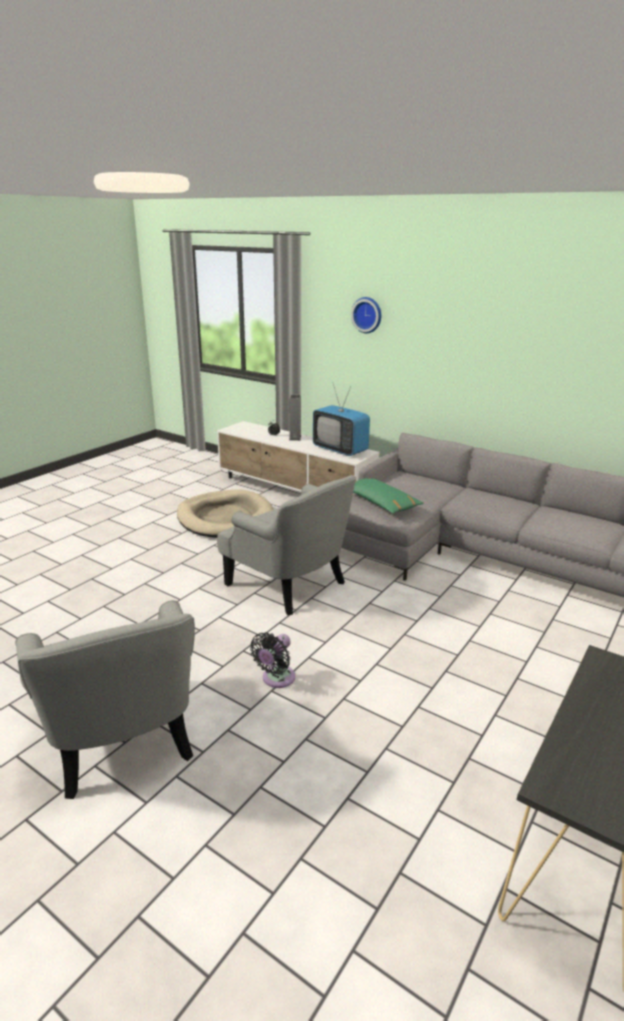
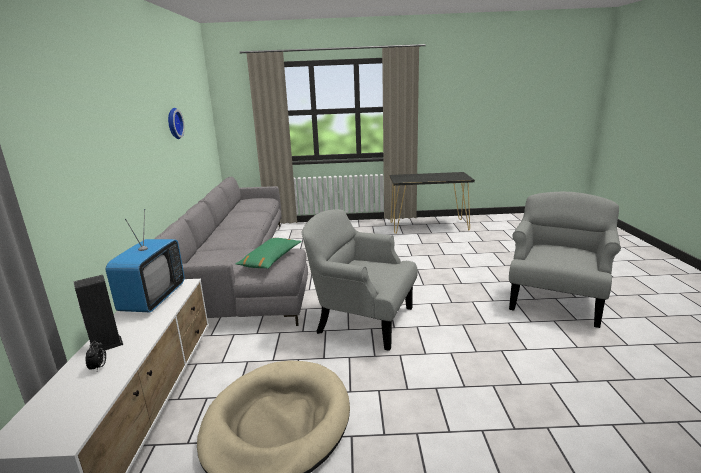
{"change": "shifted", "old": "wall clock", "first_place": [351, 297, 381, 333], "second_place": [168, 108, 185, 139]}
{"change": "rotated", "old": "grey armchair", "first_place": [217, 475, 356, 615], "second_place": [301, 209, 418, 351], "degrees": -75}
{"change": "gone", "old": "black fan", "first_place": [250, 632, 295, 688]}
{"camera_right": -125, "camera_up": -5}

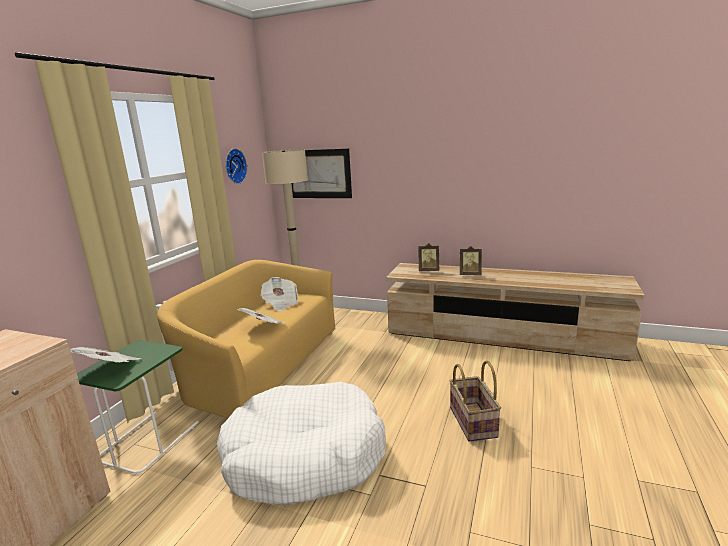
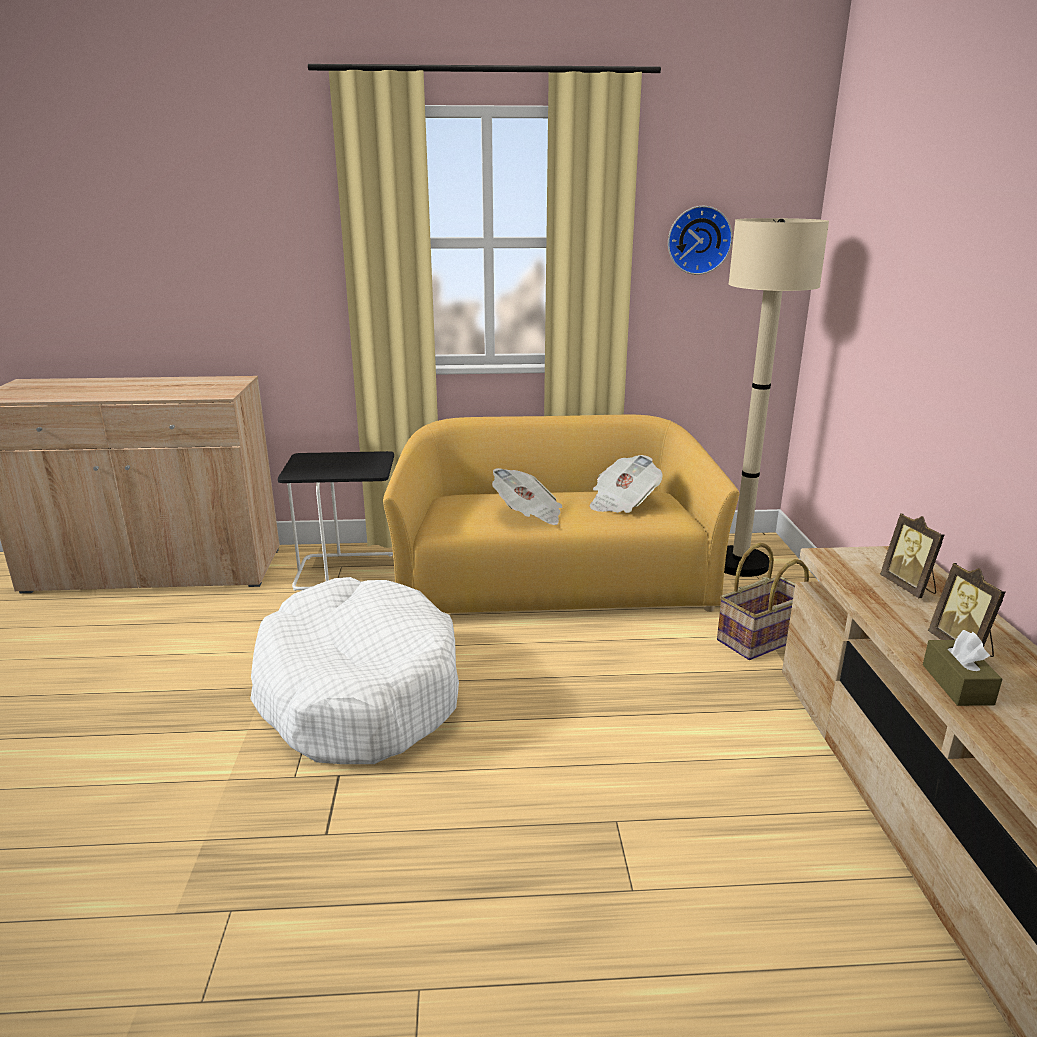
{"change": "gone", "old": "picture", "first_place": [292, 149, 352, 198]}
{"change": "repainted", "old": "green side table", "new": "black side table", "first_place": [77, 340, 199, 475], "second_place": [278, 451, 394, 591]}
{"change": "gone", "old": "newspaper", "first_place": [70, 347, 141, 363]}
{"change": "shifted", "old": "basket", "first_place": [449, 360, 501, 442], "second_place": [717, 543, 809, 660]}
{"change": "new", "new": "brown tissue box", "second_place": [923, 630, 1002, 706]}
{"camera_right": 65, "camera_up": 5}

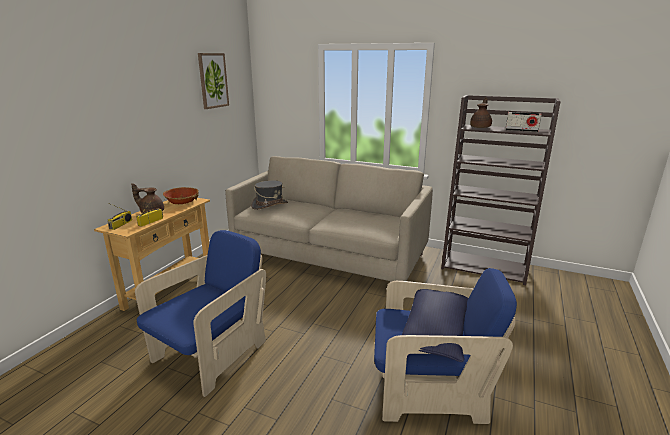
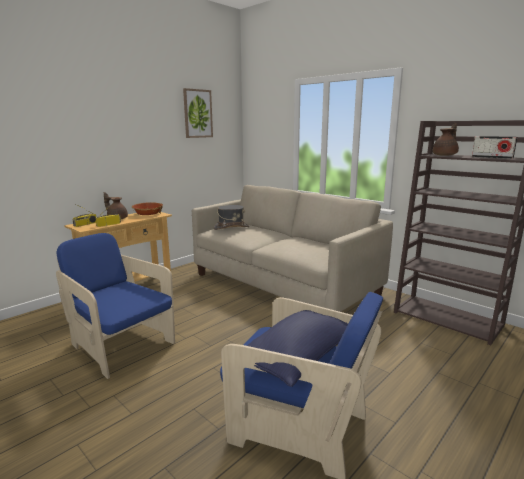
{"change": "rotated", "old": "blue armchair", "first_place": [135, 230, 266, 397], "second_place": [56, 233, 175, 379], "degrees": -105}
{"camera_right": 20, "camera_up": -5}

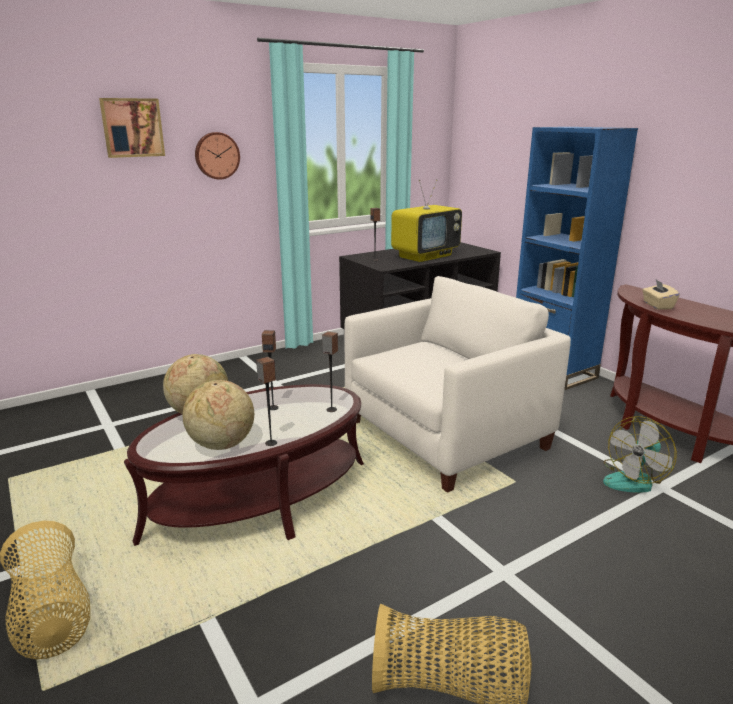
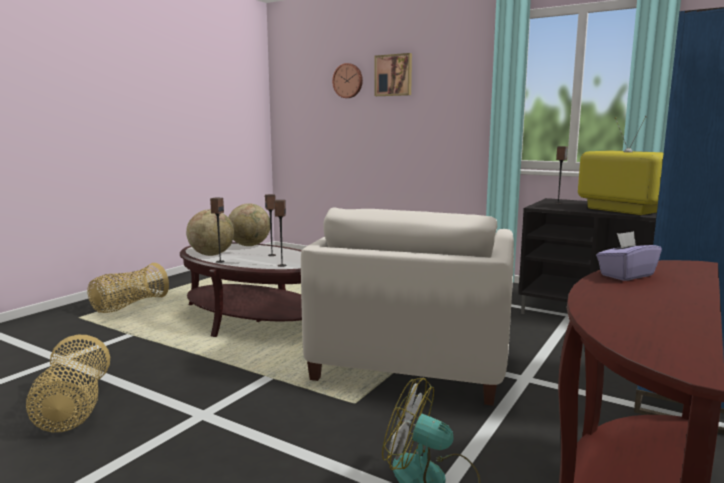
{"change": "shifted", "old": "wall clock", "first_place": [195, 132, 240, 180], "second_place": [332, 63, 363, 98]}
{"change": "rotated", "old": "television", "first_place": [391, 179, 462, 262], "second_place": [578, 116, 664, 215], "degrees": -150}
{"change": "rotated", "old": "white armchair", "first_place": [344, 276, 571, 493], "second_place": [301, 208, 514, 406], "degrees": 75}
{"change": "repainted", "old": "beige tissue box", "new": "purple tissue box", "first_place": [642, 280, 679, 310], "second_place": [596, 231, 662, 281]}
{"camera_right": 65, "camera_up": -10}

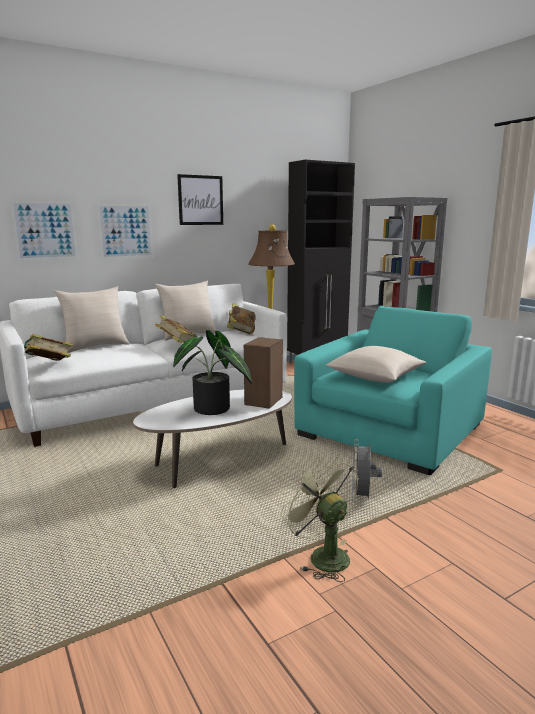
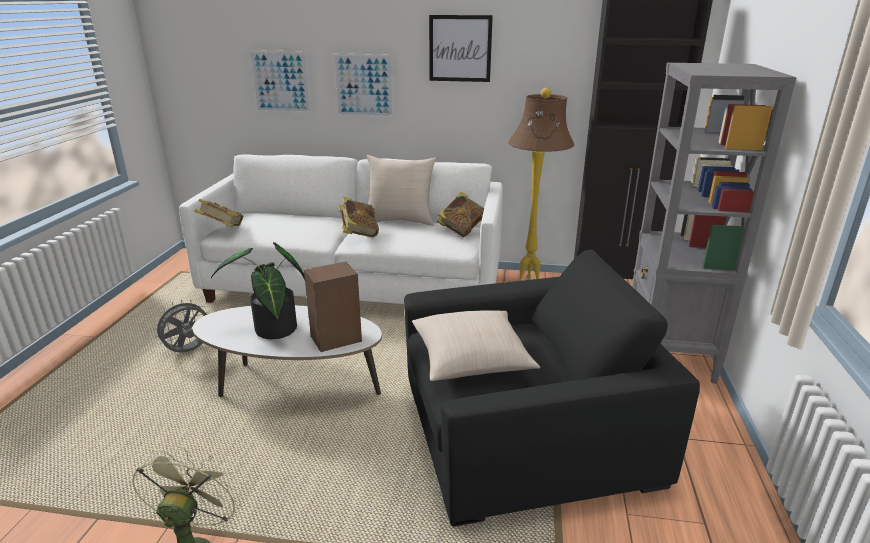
{"change": "gone", "old": "beige pillow", "first_place": [54, 286, 130, 353]}
{"change": "repainted", "old": "turquoise armchair", "new": "black armchair", "first_place": [294, 306, 492, 475], "second_place": [404, 250, 700, 527]}
{"change": "shifted", "old": "grey fan", "first_place": [352, 439, 382, 502], "second_place": [153, 299, 210, 353]}
{"camera_right": 40, "camera_up": 10}

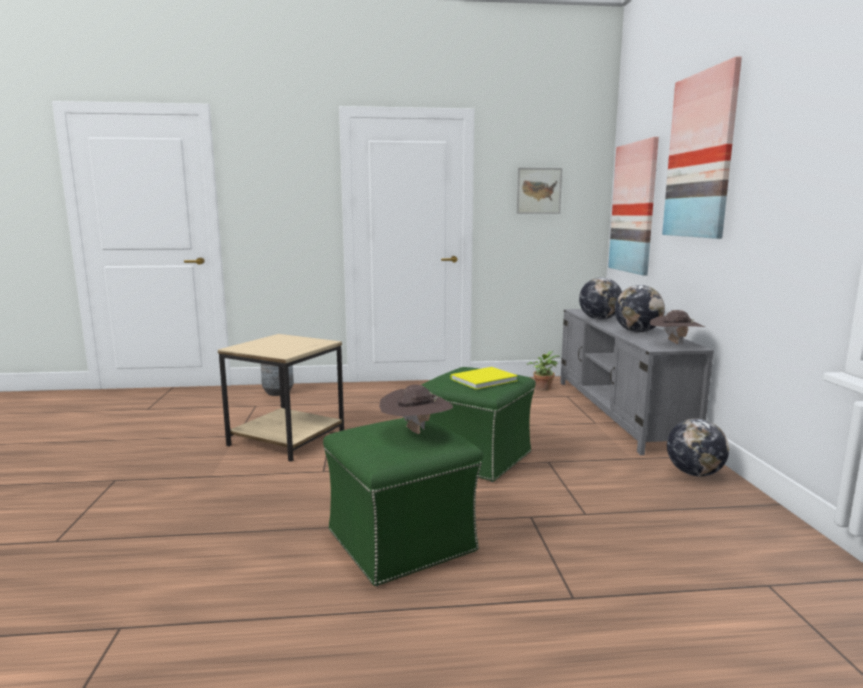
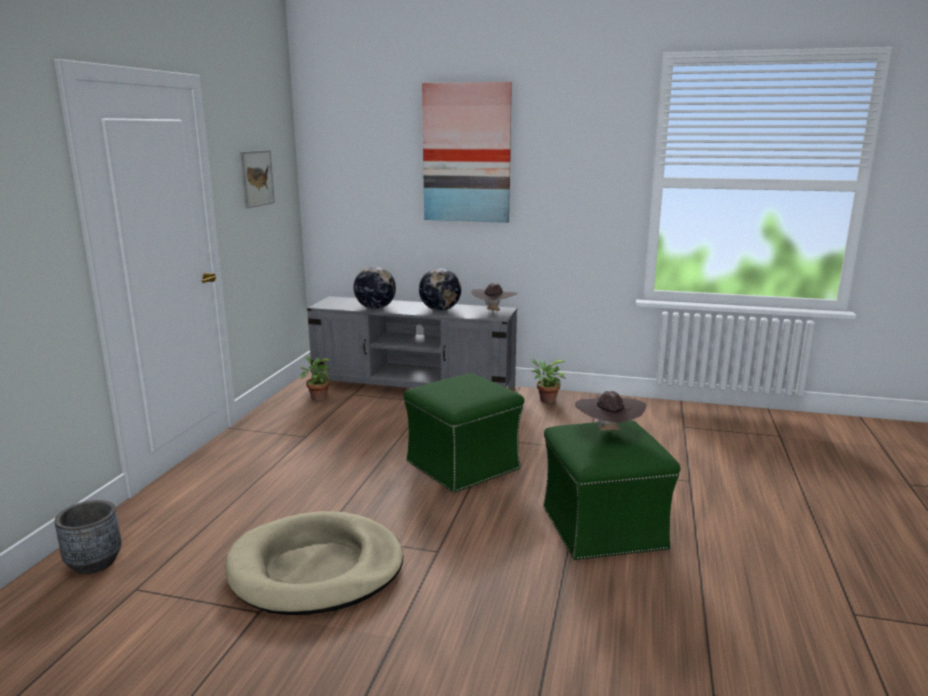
{"change": "gone", "old": "picture", "first_place": [608, 137, 659, 275]}
{"change": "swapped", "old": "beige side table", "new": "beige dog bed", "first_place": [218, 334, 344, 462], "second_place": [225, 511, 403, 615]}
{"change": "gone", "old": "yellow book", "first_place": [450, 367, 518, 389]}
{"change": "swapped", "old": "globe", "new": "potted plant", "first_place": [667, 419, 729, 476], "second_place": [531, 359, 565, 403]}
{"camera_right": -70, "camera_up": 5}

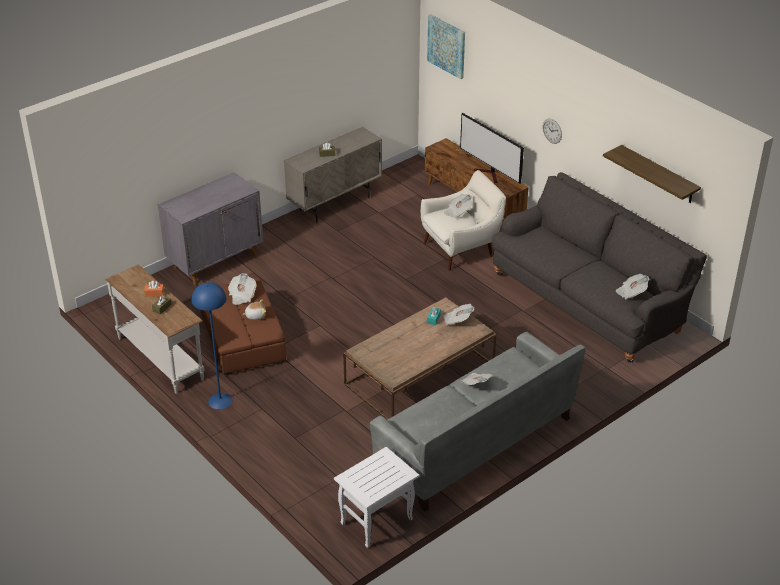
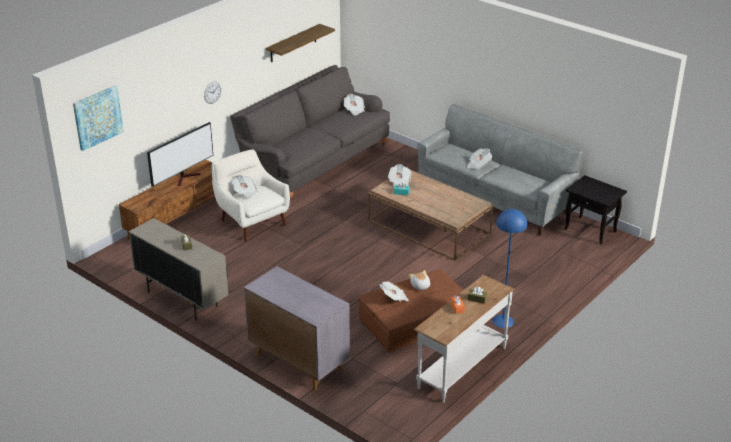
{"change": "repainted", "old": "white side table", "new": "black side table", "first_place": [334, 447, 419, 548], "second_place": [565, 175, 627, 244]}
{"camera_right": -100, "camera_up": -5}

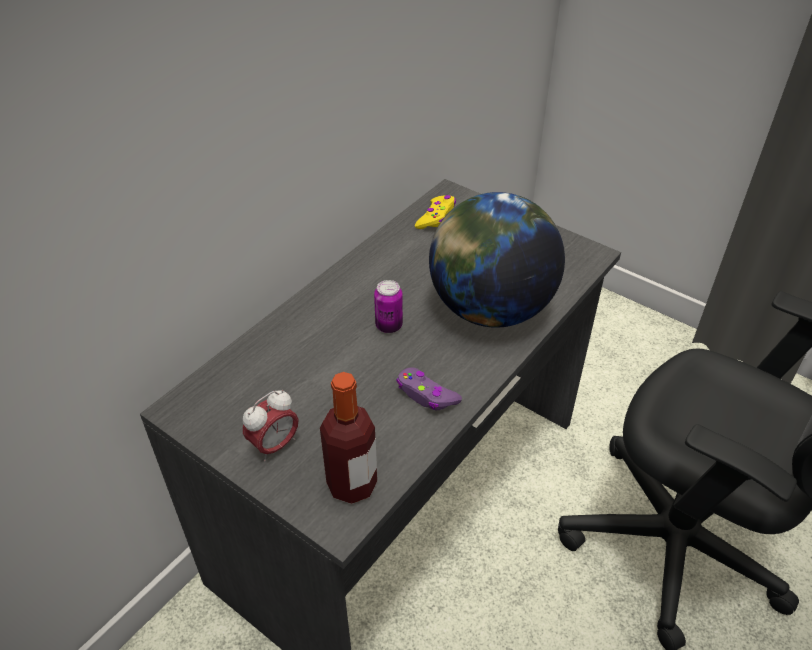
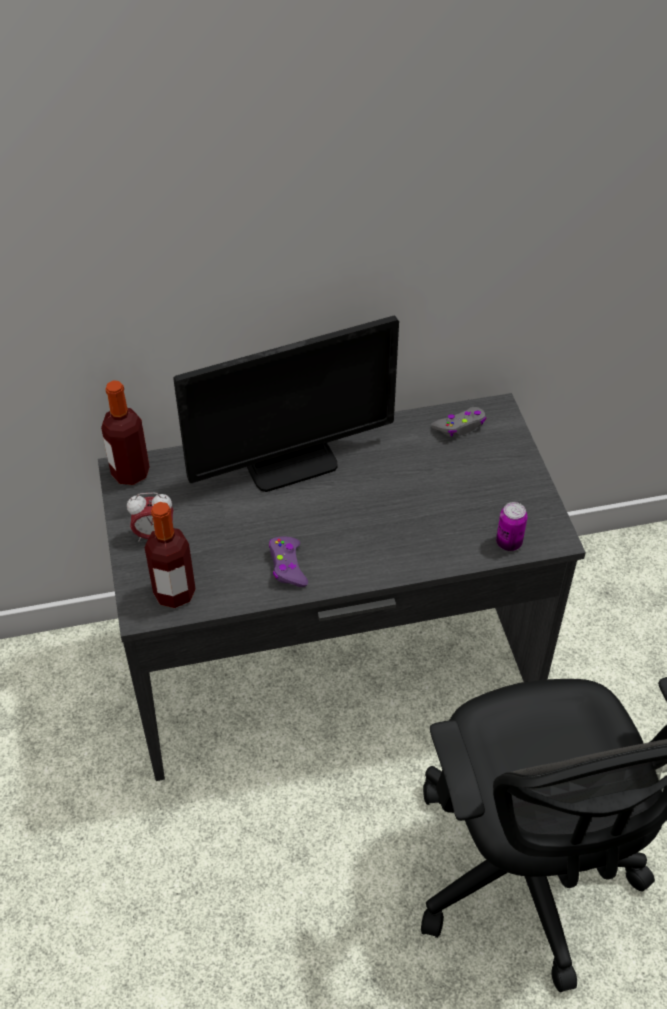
{"change": "gone", "old": "globe", "first_place": [429, 192, 565, 328]}
{"change": "repainted", "old": "yellow game controller", "new": "grey game controller", "first_place": [415, 195, 456, 229], "second_place": [431, 407, 486, 436]}
{"change": "shifted", "old": "can", "first_place": [374, 280, 403, 333], "second_place": [496, 502, 528, 551]}
{"change": "new", "new": "monitor", "second_place": [173, 316, 399, 492]}
{"change": "new", "new": "bottle", "second_place": [101, 380, 150, 485]}
{"camera_right": 40, "camera_up": 5}

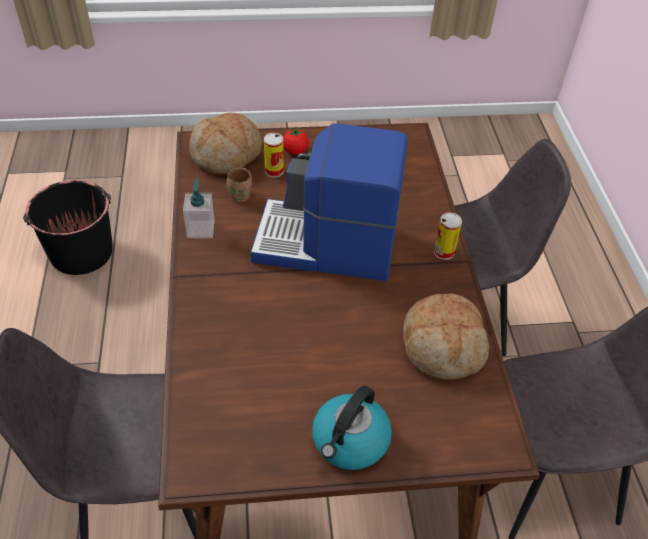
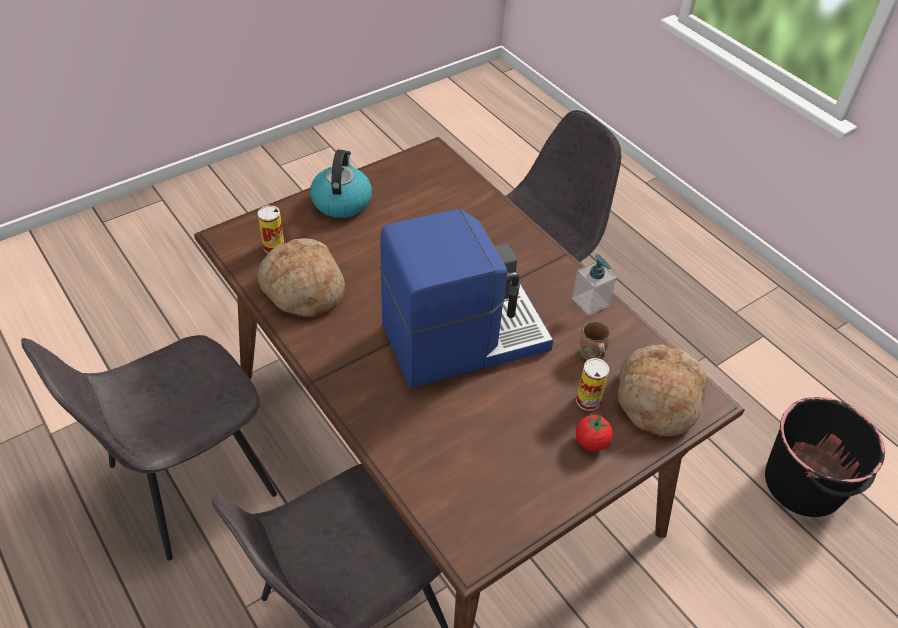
{"change": "shifted", "old": "can", "first_place": [434, 212, 462, 260], "second_place": [258, 205, 284, 253]}
{"camera_right": 150, "camera_up": 0}

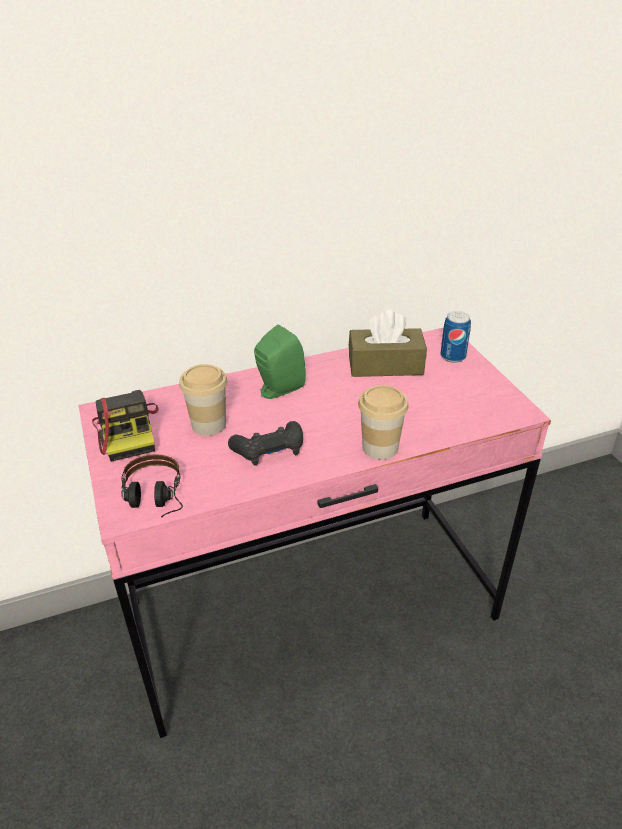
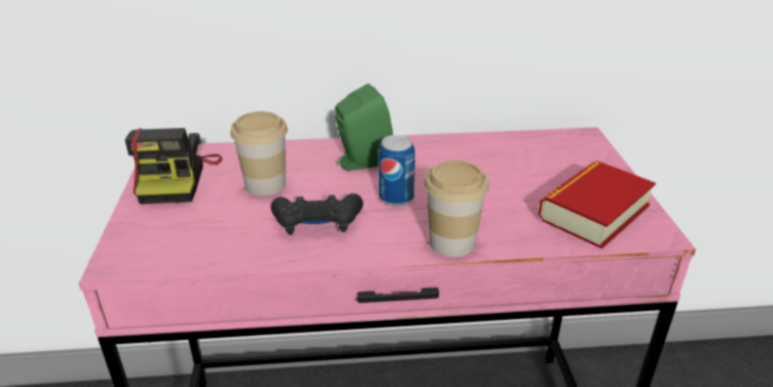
{"change": "gone", "old": "brown tissue box", "first_place": [349, 310, 427, 377]}
{"change": "shifted", "old": "can", "first_place": [440, 311, 471, 363], "second_place": [378, 135, 415, 206]}
{"change": "gone", "old": "headphones", "first_place": [121, 454, 183, 517]}
{"change": "new", "new": "book", "second_place": [538, 161, 656, 249]}
{"camera_right": 15, "camera_up": -5}

